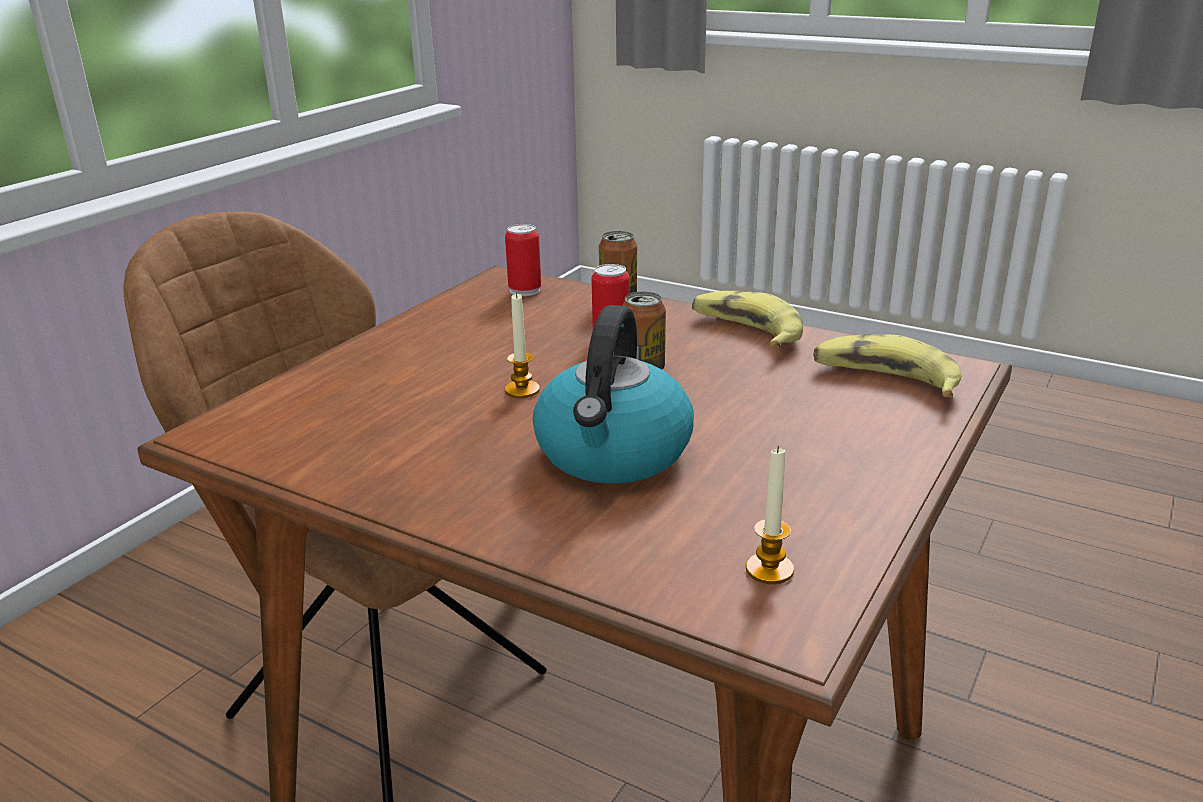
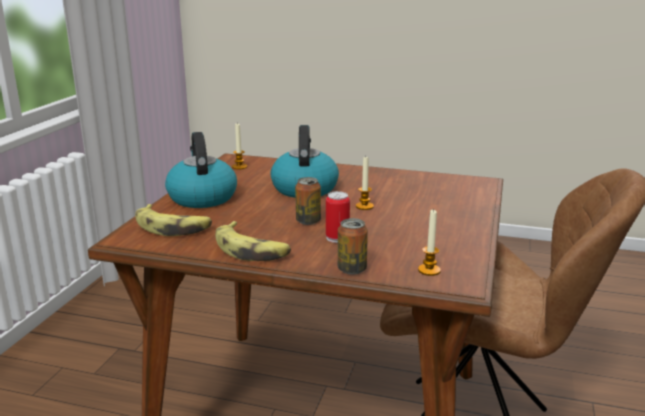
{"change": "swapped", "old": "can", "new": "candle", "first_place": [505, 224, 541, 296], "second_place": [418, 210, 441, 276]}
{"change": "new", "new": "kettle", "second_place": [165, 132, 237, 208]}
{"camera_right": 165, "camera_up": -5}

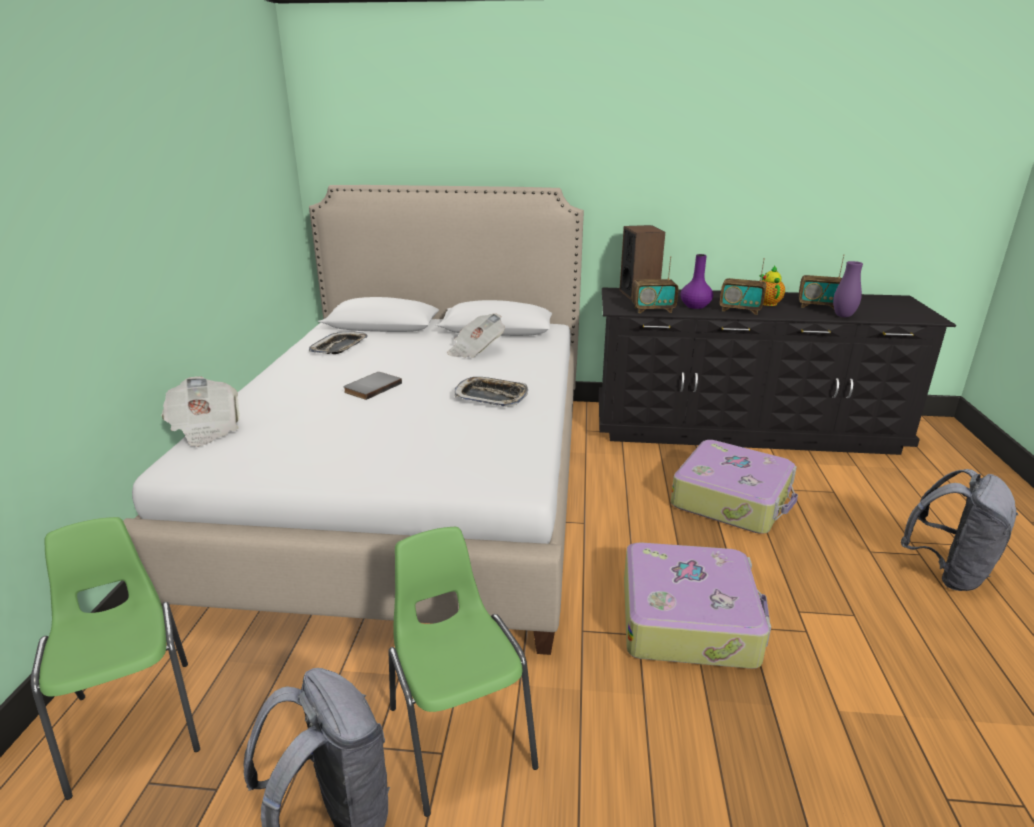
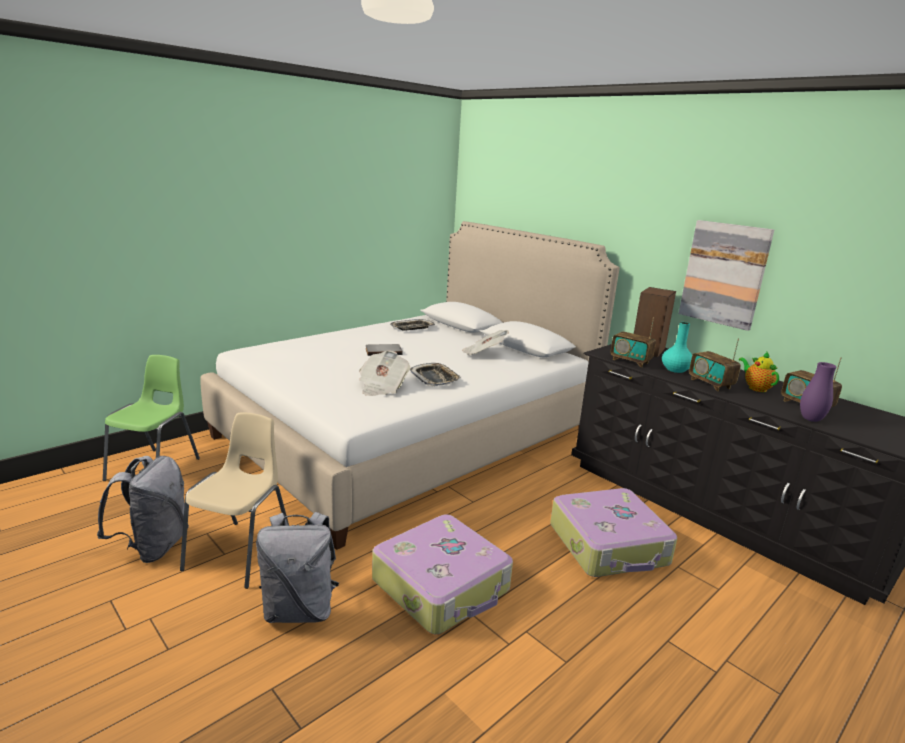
{"change": "repainted", "old": "purple vase", "new": "turquoise vase", "first_place": [681, 254, 713, 309], "second_place": [662, 322, 692, 373]}
{"change": "rotated", "old": "teapot", "first_place": [760, 265, 785, 306], "second_place": [739, 352, 779, 392], "degrees": -60}
{"change": "shifted", "old": "newspaper", "first_place": [161, 376, 240, 447], "second_place": [359, 350, 410, 396]}
{"change": "shifted", "old": "grey backpack", "first_place": [901, 469, 1018, 591], "second_place": [256, 512, 339, 623]}
{"change": "repainted", "old": "green chair", "new": "beige chair", "first_place": [388, 527, 539, 817], "second_place": [180, 413, 289, 589]}
{"change": "new", "new": "picture", "second_place": [679, 220, 774, 331]}
{"camera_right": 40, "camera_up": -5}

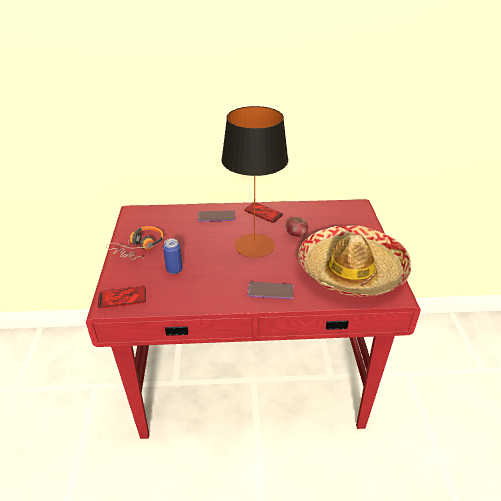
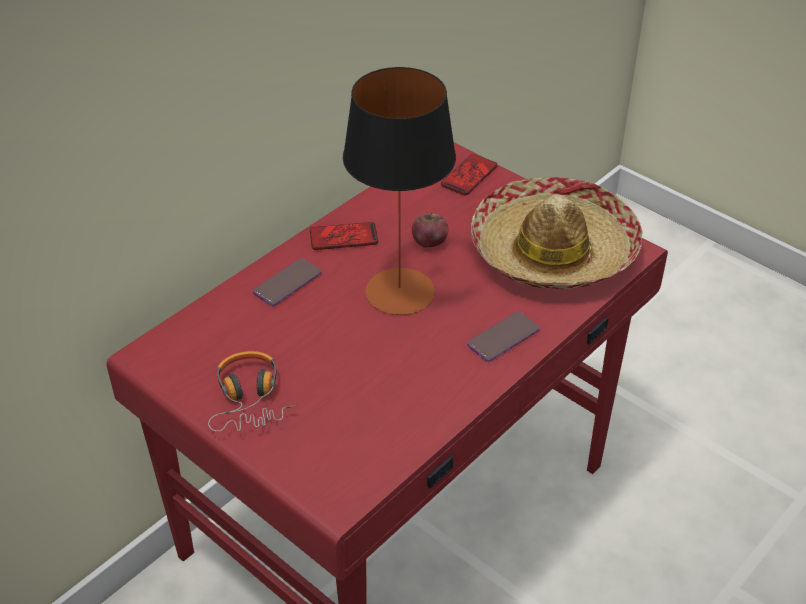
{"change": "gone", "old": "can", "first_place": [163, 239, 183, 274]}
{"change": "shifted", "old": "phone", "first_place": [98, 286, 146, 309], "second_place": [441, 154, 497, 195]}
{"camera_right": -45, "camera_up": 5}

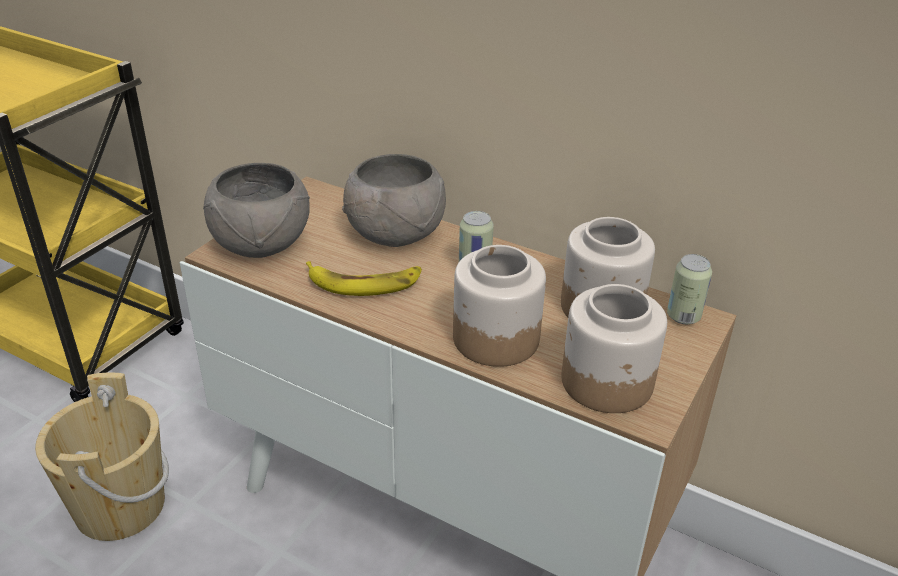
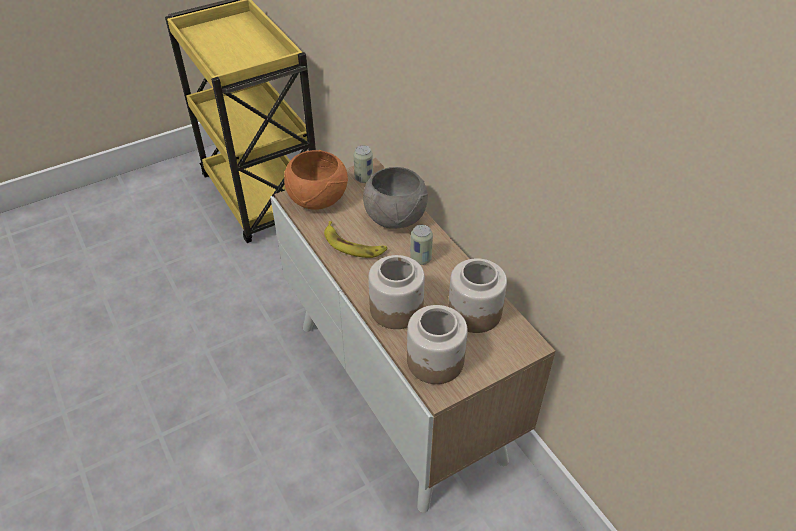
{"change": "repainted", "old": "grey bowl", "new": "orange bowl", "first_place": [203, 163, 310, 258], "second_place": [284, 150, 348, 210]}
{"change": "shifted", "old": "can", "first_place": [667, 254, 712, 324], "second_place": [353, 145, 373, 183]}
{"change": "gone", "old": "beige bucket", "first_place": [35, 373, 169, 541]}
{"camera_right": 30, "camera_up": 10}

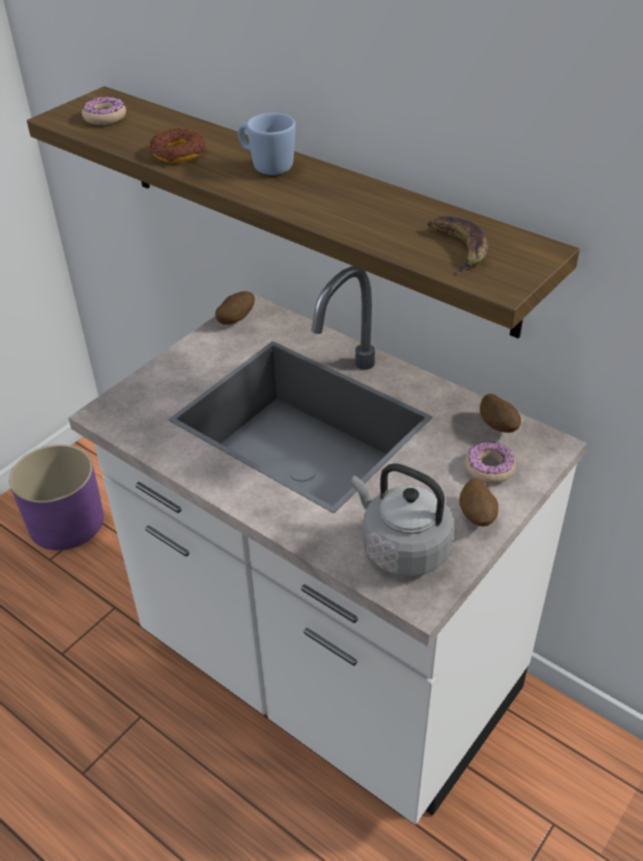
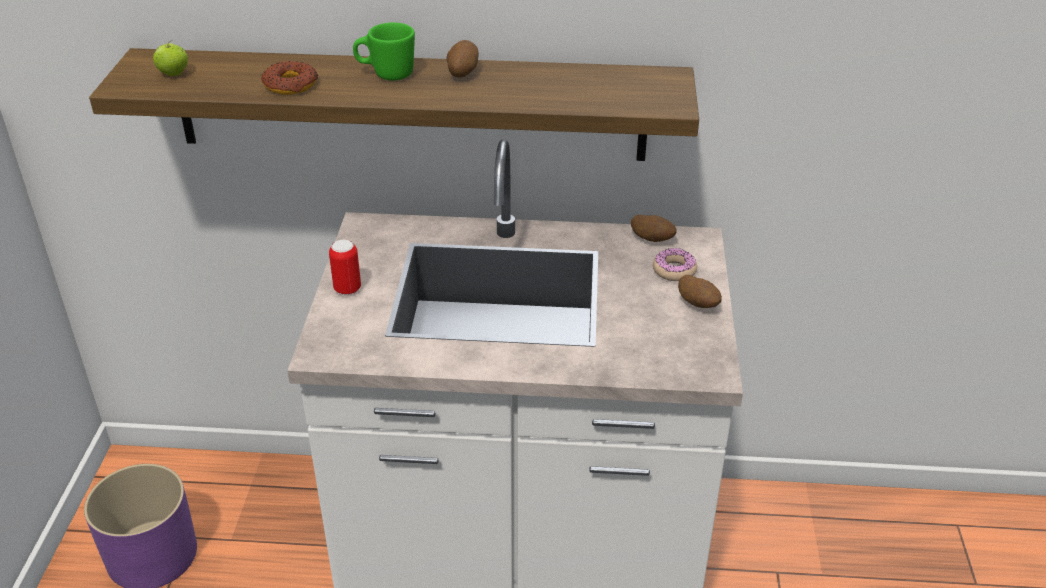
{"change": "swapped", "old": "donut", "new": "apple", "first_place": [82, 96, 126, 125], "second_place": [153, 40, 188, 76]}
{"change": "repainted", "old": "blue mug", "new": "green mug", "first_place": [238, 113, 296, 175], "second_place": [353, 23, 415, 80]}
{"change": "gone", "old": "banana", "first_place": [427, 216, 488, 274]}
{"change": "shifted", "old": "potato", "first_place": [215, 291, 255, 325], "second_place": [446, 40, 479, 78]}
{"change": "gone", "old": "grey kettle", "first_place": [351, 463, 454, 577]}
{"change": "new", "new": "can", "second_place": [329, 240, 361, 295]}
{"camera_right": -35, "camera_up": -5}

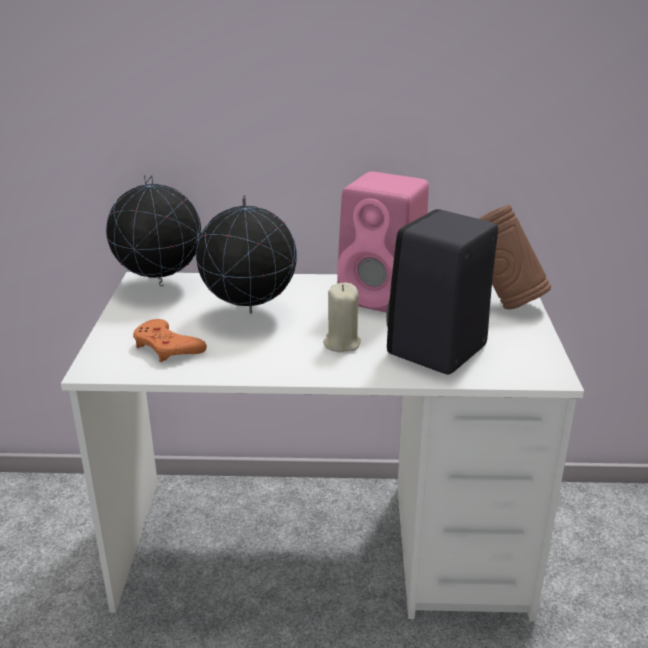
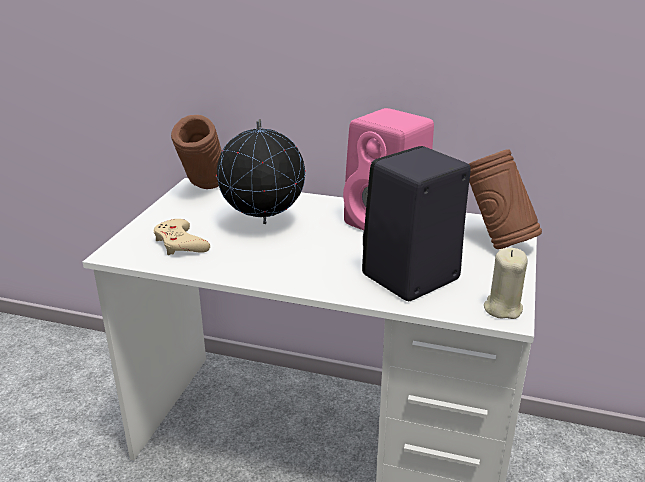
{"change": "swapped", "old": "globe", "new": "brown vase", "first_place": [106, 175, 202, 286], "second_place": [171, 115, 222, 189]}
{"change": "shifted", "old": "beige candle", "first_place": [323, 283, 361, 352], "second_place": [484, 248, 528, 319]}
{"change": "repainted", "old": "orange game controller", "new": "beige game controller", "first_place": [133, 319, 207, 362], "second_place": [154, 219, 210, 255]}
{"camera_right": 15, "camera_up": 0}

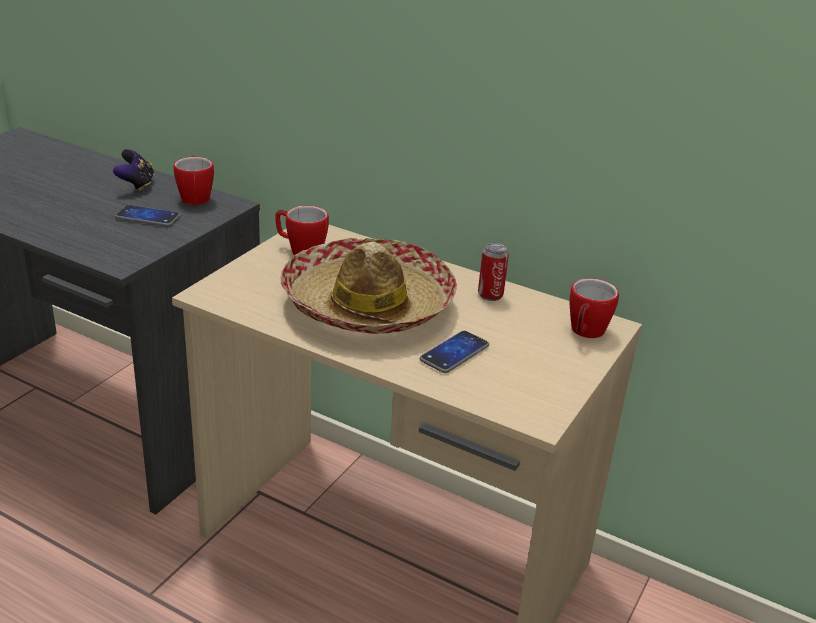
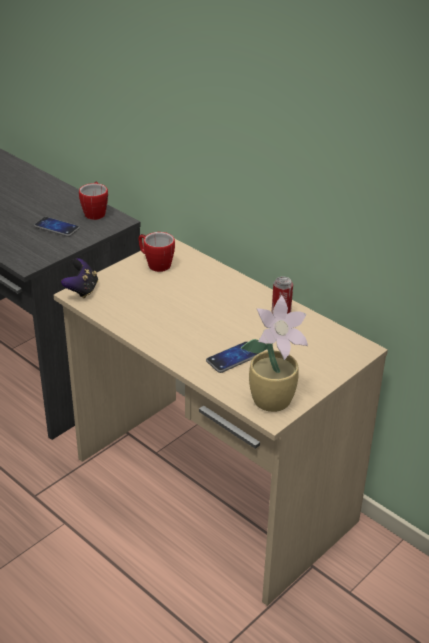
{"change": "shifted", "old": "game controller", "first_place": [113, 149, 154, 191], "second_place": [61, 258, 98, 298]}
{"change": "gone", "old": "hat", "first_place": [280, 238, 457, 334]}
{"change": "gone", "old": "mug", "first_place": [570, 278, 619, 338]}
{"change": "new", "new": "potted plant", "second_place": [241, 295, 308, 412]}
{"camera_right": 15, "camera_up": 5}

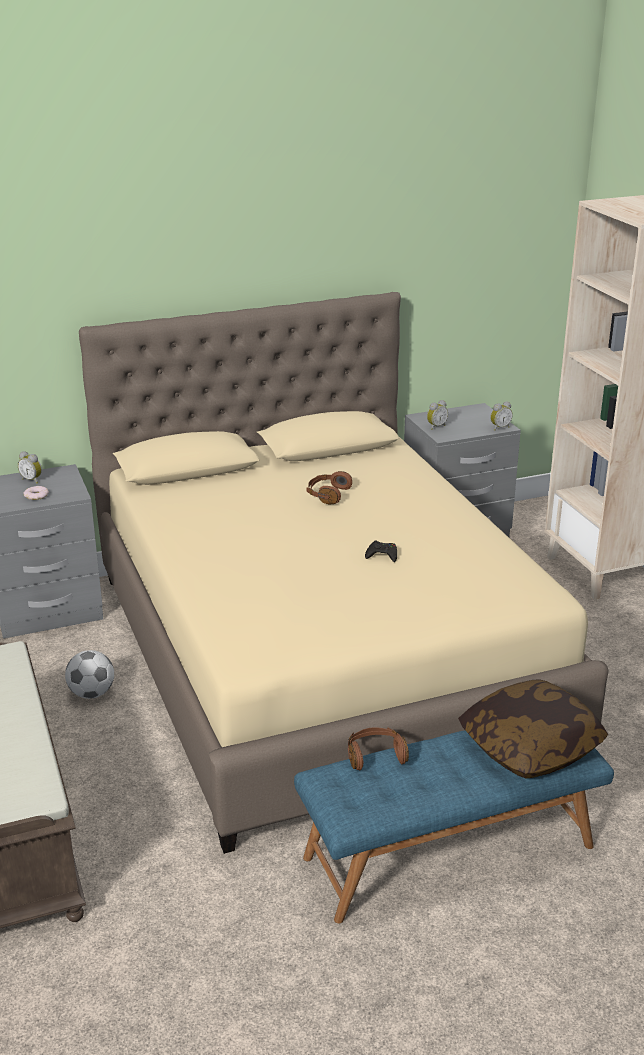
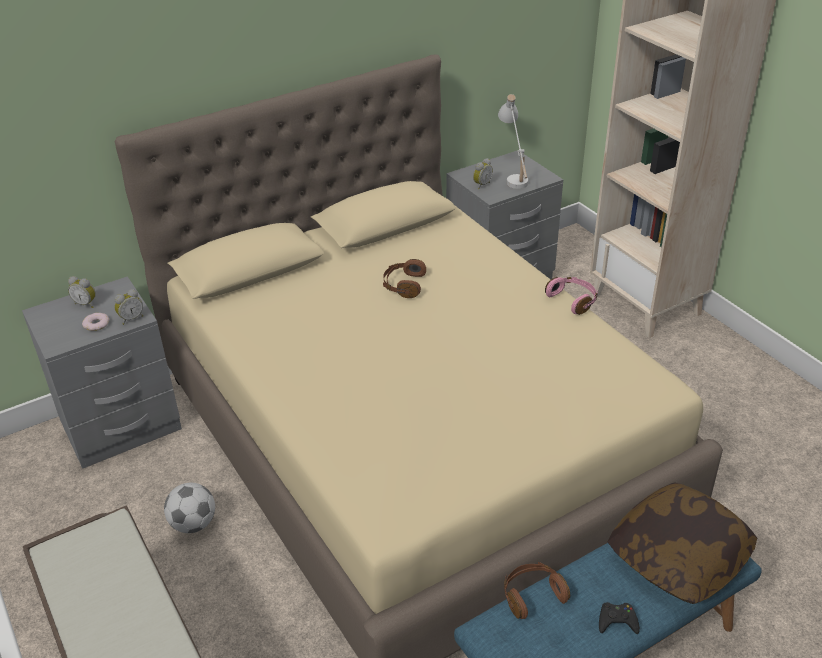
{"change": "shifted", "old": "alarm clock", "first_place": [490, 401, 513, 431], "second_place": [115, 289, 143, 325]}
{"change": "shifted", "old": "black game controller", "first_place": [365, 541, 397, 562], "second_place": [599, 602, 640, 634]}
{"change": "new", "new": "white table lamp", "second_place": [498, 94, 528, 189]}
{"change": "new", "new": "pink headphones", "second_place": [545, 277, 598, 314]}
{"camera_right": -10, "camera_up": 10}

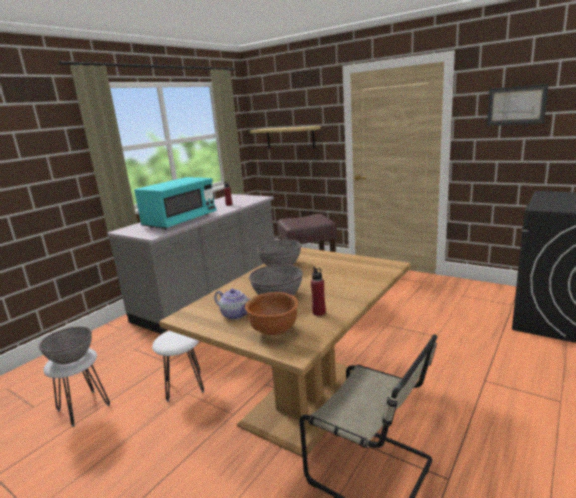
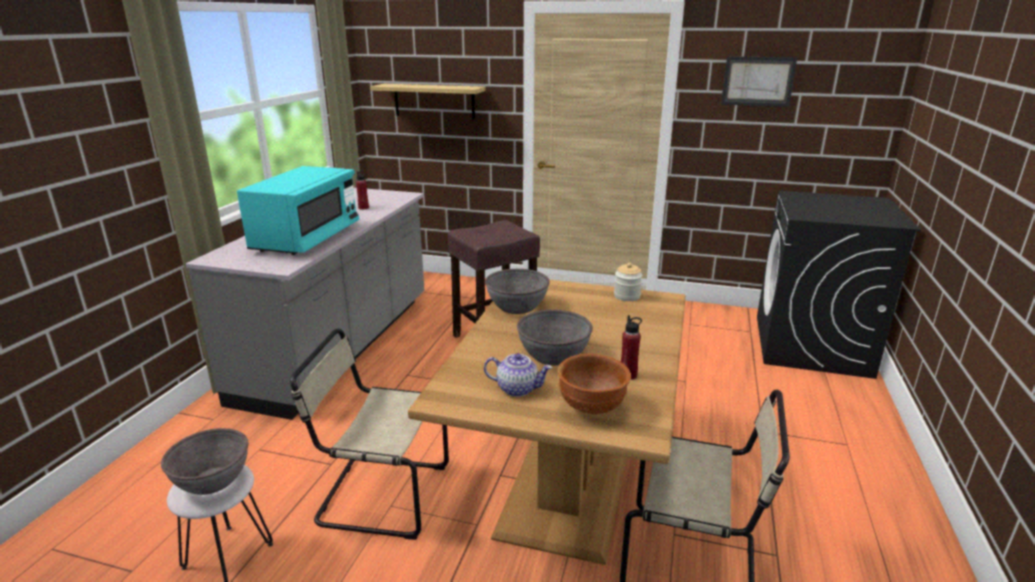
{"change": "swapped", "old": "white stool", "new": "beige chair", "first_place": [152, 331, 205, 402], "second_place": [290, 329, 449, 540]}
{"change": "new", "new": "jar", "second_place": [614, 263, 642, 301]}
{"camera_right": -20, "camera_up": 5}

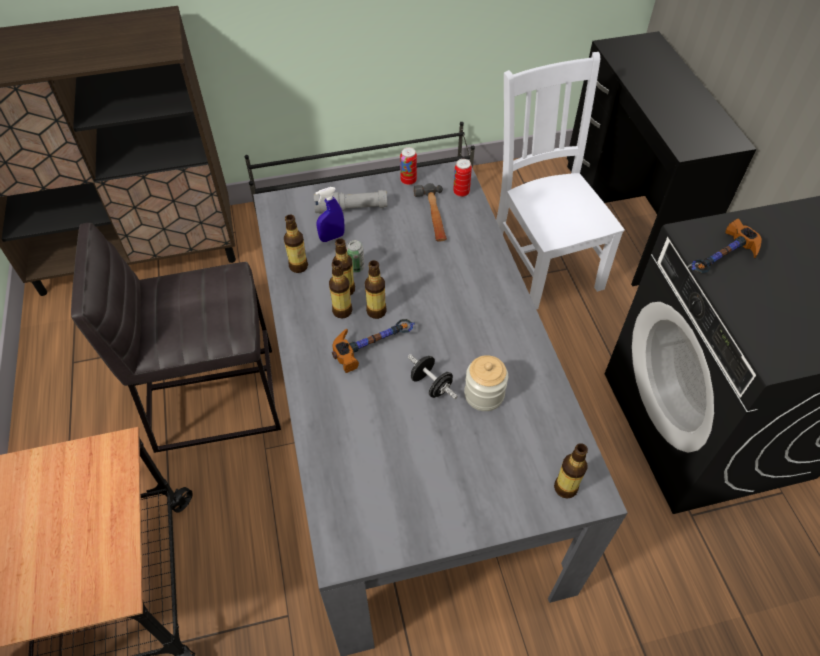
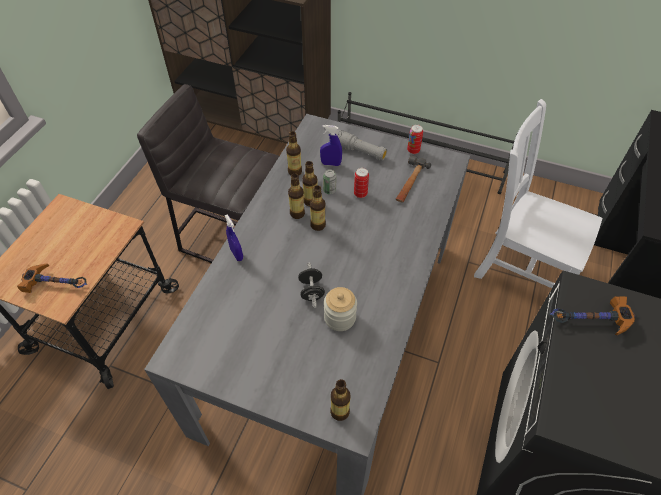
{"change": "rotated", "old": "white chair", "first_place": [496, 52, 625, 309], "second_place": [474, 99, 602, 288], "degrees": -75}
{"change": "shifted", "old": "can", "first_place": [453, 159, 472, 197], "second_place": [354, 168, 369, 198]}
{"change": "shifted", "old": "hammer", "first_place": [332, 319, 415, 373], "second_place": [17, 264, 87, 293]}
{"change": "new", "new": "blue spray bottle", "second_place": [225, 214, 243, 261]}
{"camera_right": 35, "camera_up": 0}

